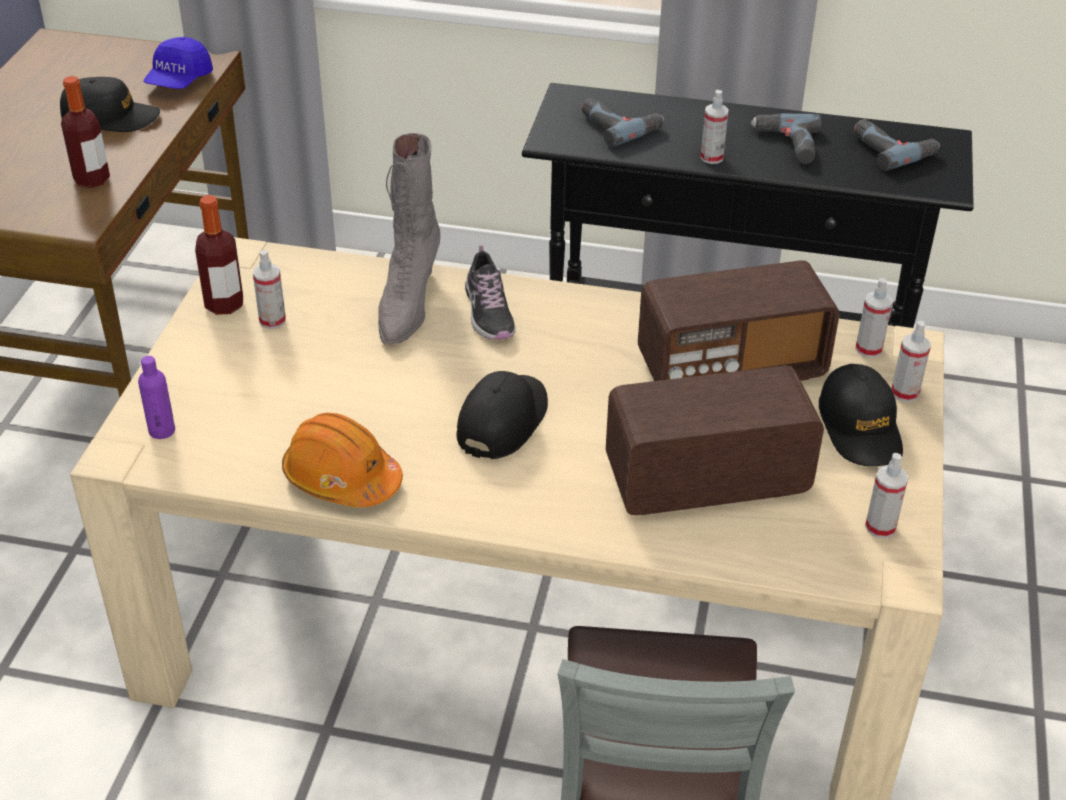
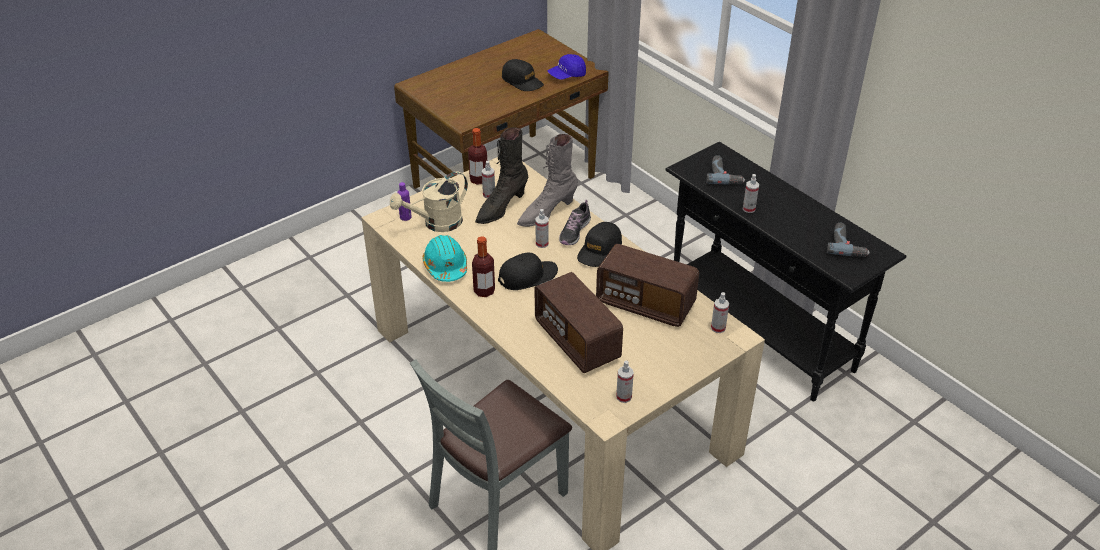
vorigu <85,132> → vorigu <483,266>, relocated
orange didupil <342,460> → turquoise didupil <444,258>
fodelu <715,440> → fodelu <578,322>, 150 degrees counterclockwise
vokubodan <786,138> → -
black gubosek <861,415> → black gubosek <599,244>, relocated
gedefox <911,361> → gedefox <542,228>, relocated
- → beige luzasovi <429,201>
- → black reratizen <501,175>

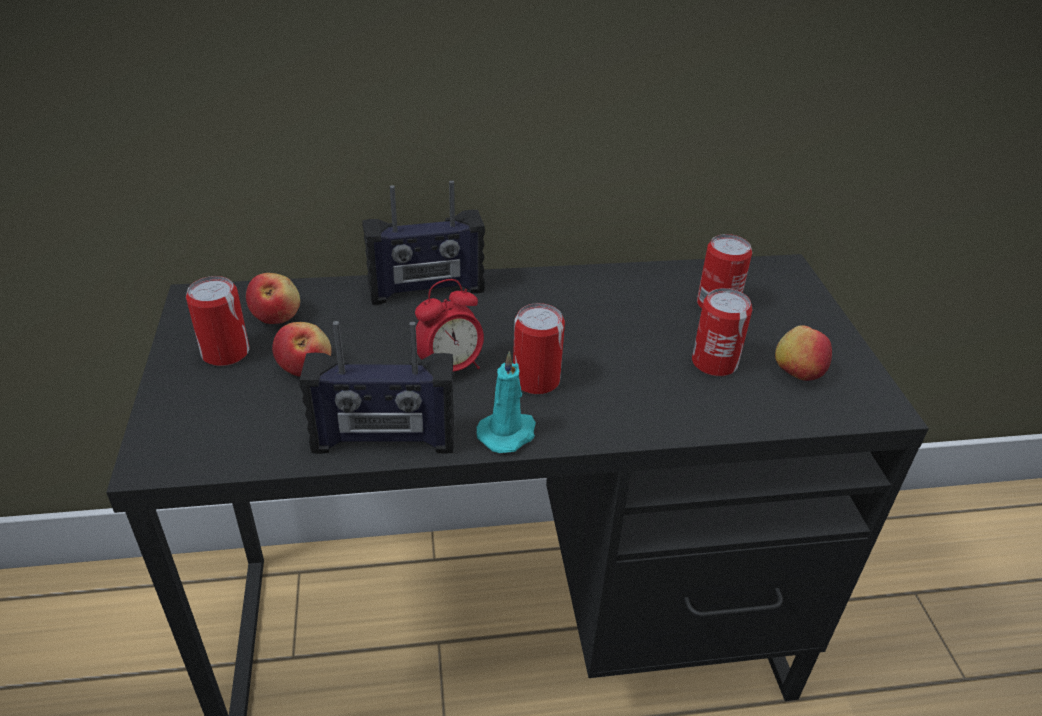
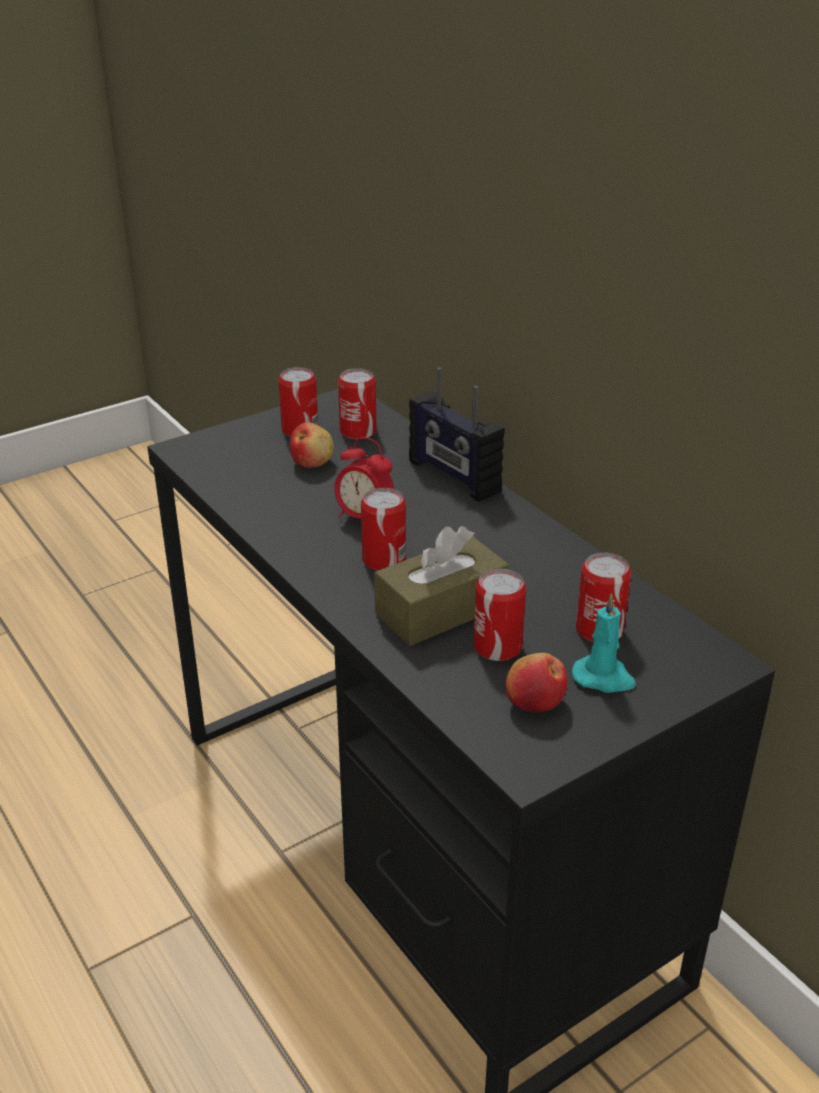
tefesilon <273,298> → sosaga <357,403>
fodelu <377,387> → -
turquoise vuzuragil <506,402> → turquoise vuzuragil <604,643>, relocated
- → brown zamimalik <441,586>

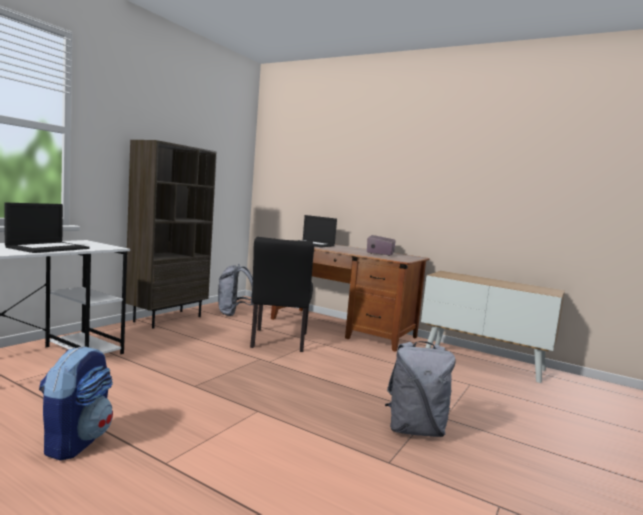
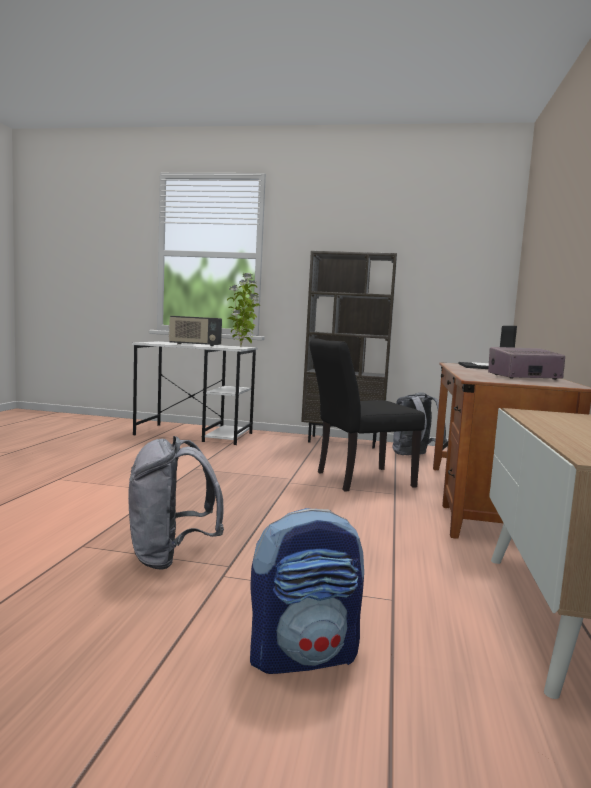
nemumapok <47,228> → fodelu <195,331>
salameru <76,403> → salameru <307,591>, relocated
- → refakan <244,309>

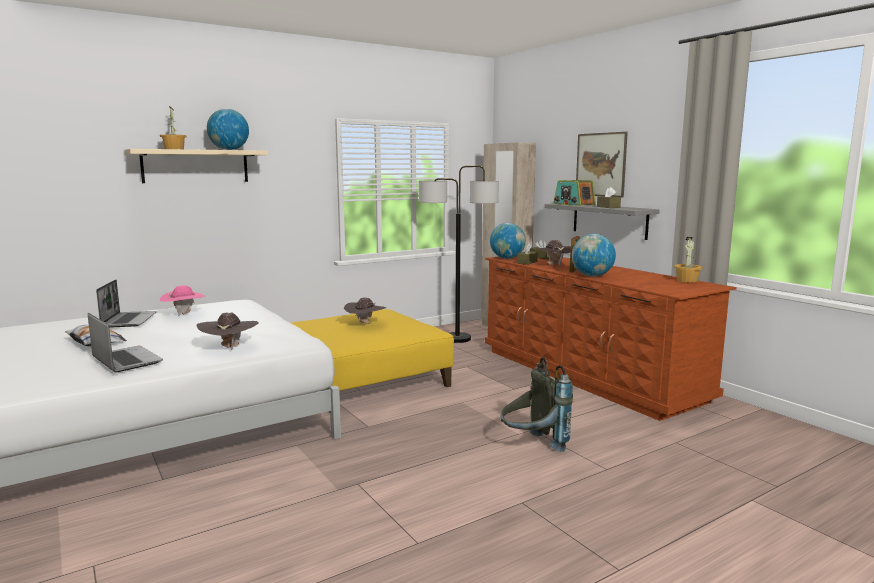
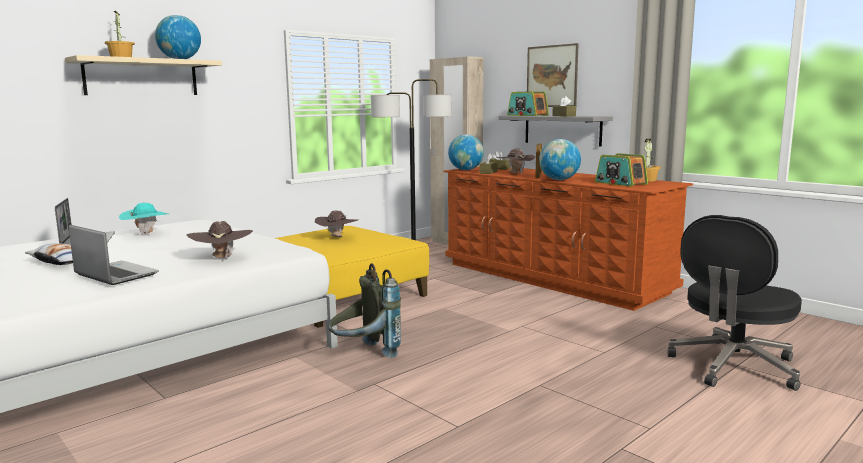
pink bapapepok <183,300> → turquoise bapapepok <143,219>
grey salameru <536,404> → grey salameru <364,310>, relocated
- → fodelu <621,170>
- → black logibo <734,303>

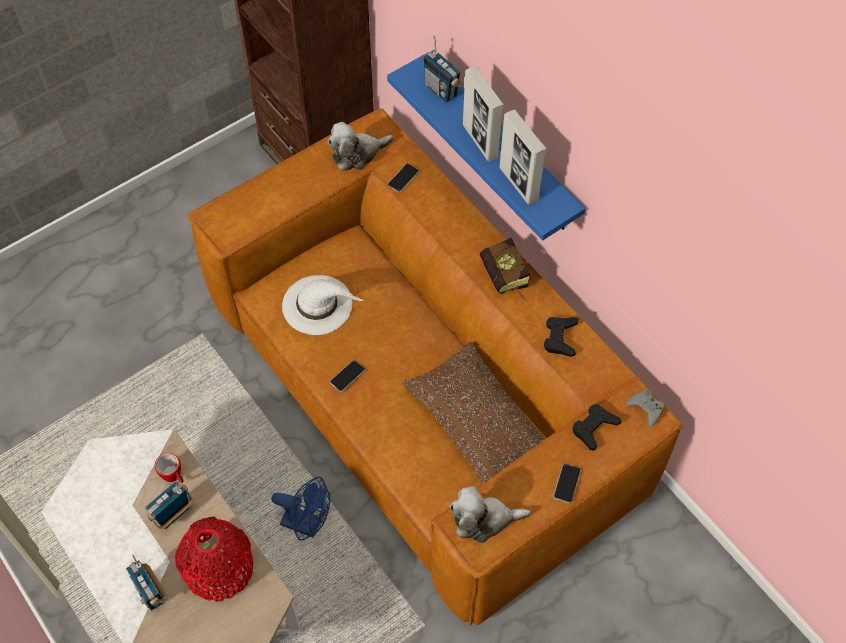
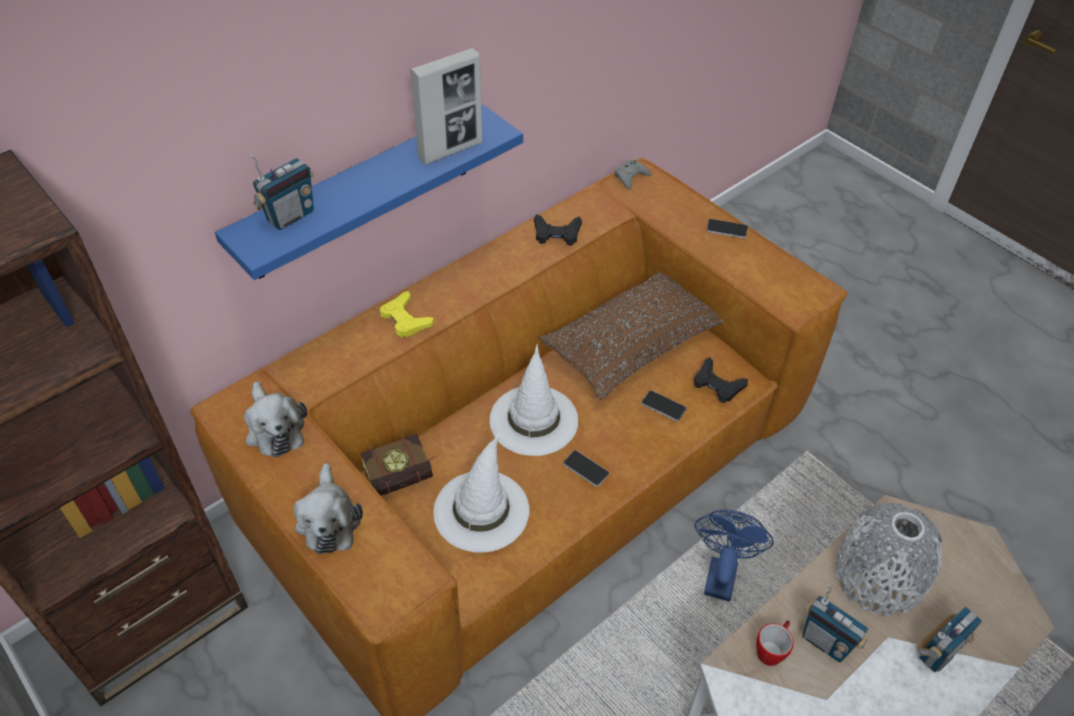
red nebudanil <214,559> → grey nebudanil <889,559>
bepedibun <403,178> → bepedibun <664,405>, relocated
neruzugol <490,514> → neruzugol <328,508>, relocated
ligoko <483,114> → -
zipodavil <505,270> → zipodavil <399,464>, relocated
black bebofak <597,427> → black bebofak <721,380>, relocated
- → yellow bebofak <407,314>
- → white bapapepok <534,400>

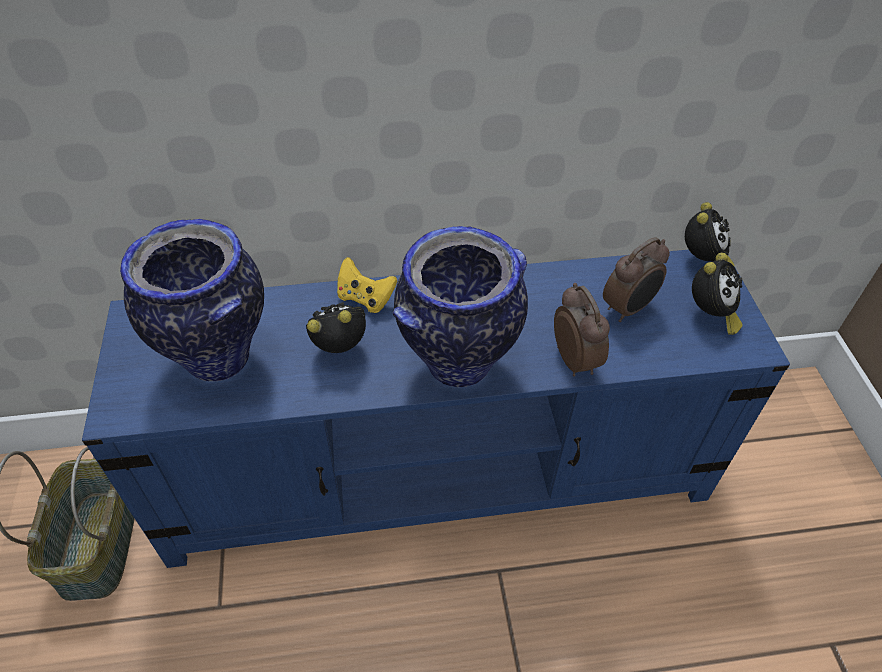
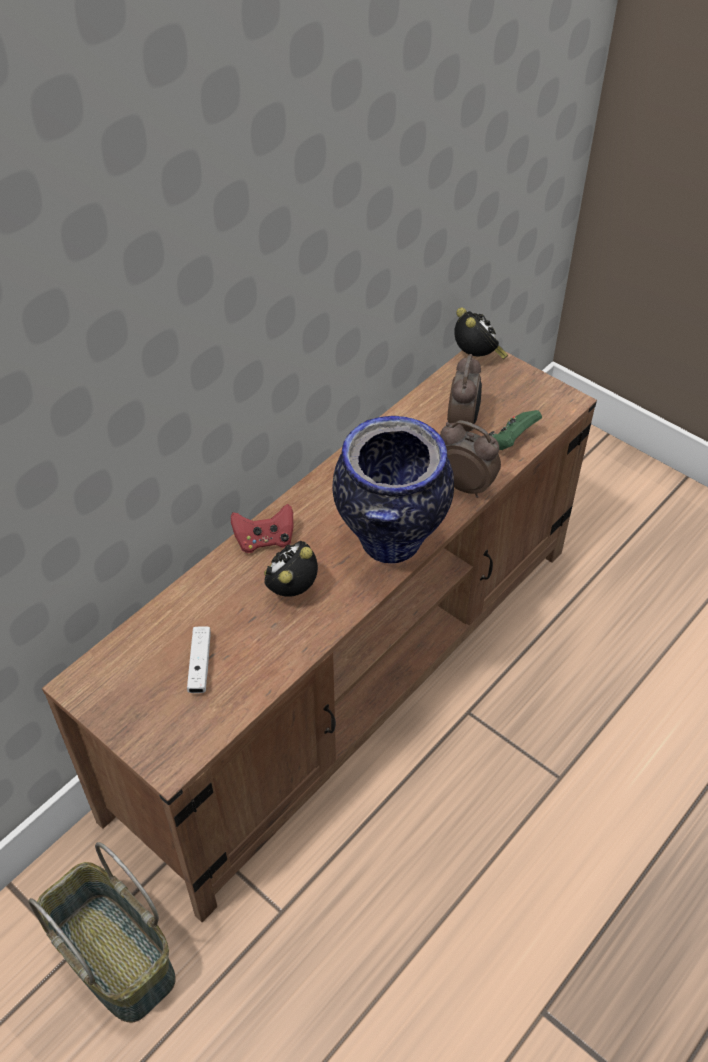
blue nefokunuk <436,409> → brown nefokunuk <319,636>
nebudanil <192,300> → white bebofak <199,660>
yellow bebofak <367,285> → red bebofak <262,528>
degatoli <717,294> → -
- → green bebofak <515,430>

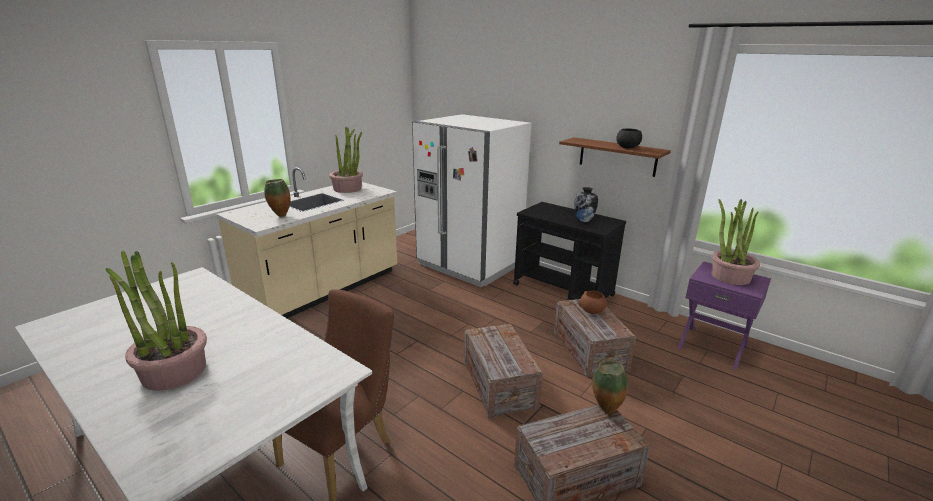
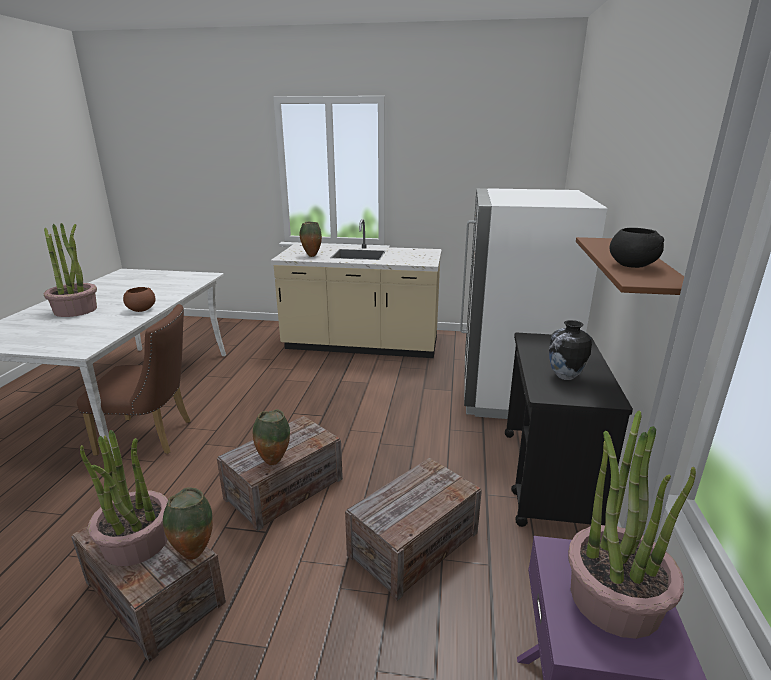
refakan <346,160> → refakan <124,498>, relocated
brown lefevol <593,302> → brown lefevol <139,299>, relocated
- → nebudanil <271,437>

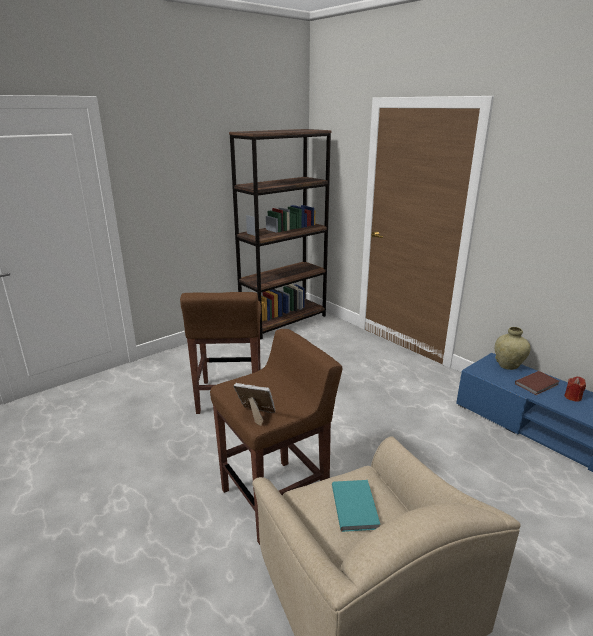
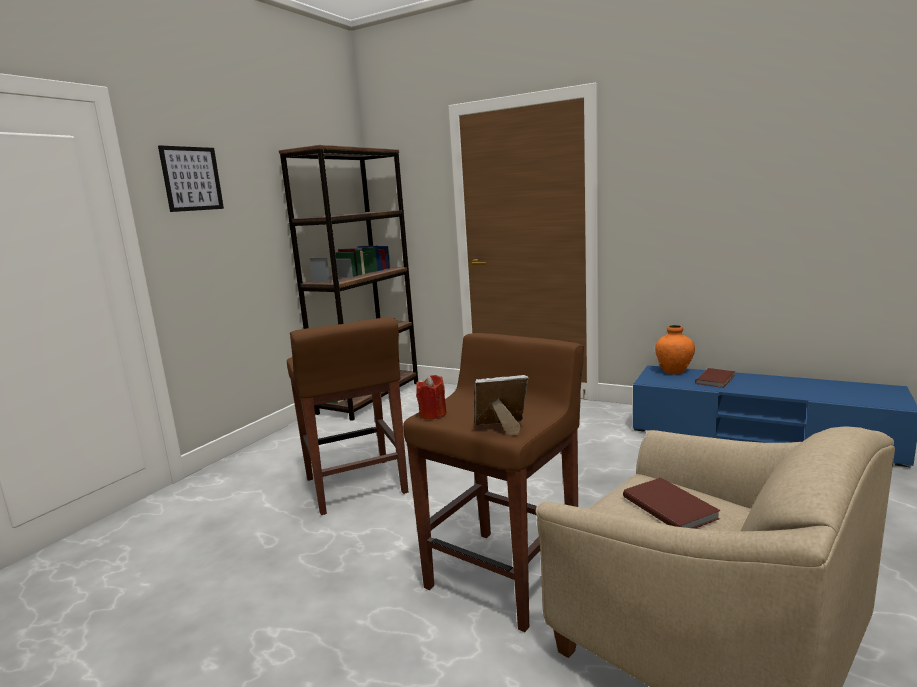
turquoise zipodavil <356,506> → brown zipodavil <672,503>
beige nebudanil <513,348> → orange nebudanil <675,349>
red vuzuragil <575,389> → red vuzuragil <431,397>, relocated
- → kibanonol <191,178>

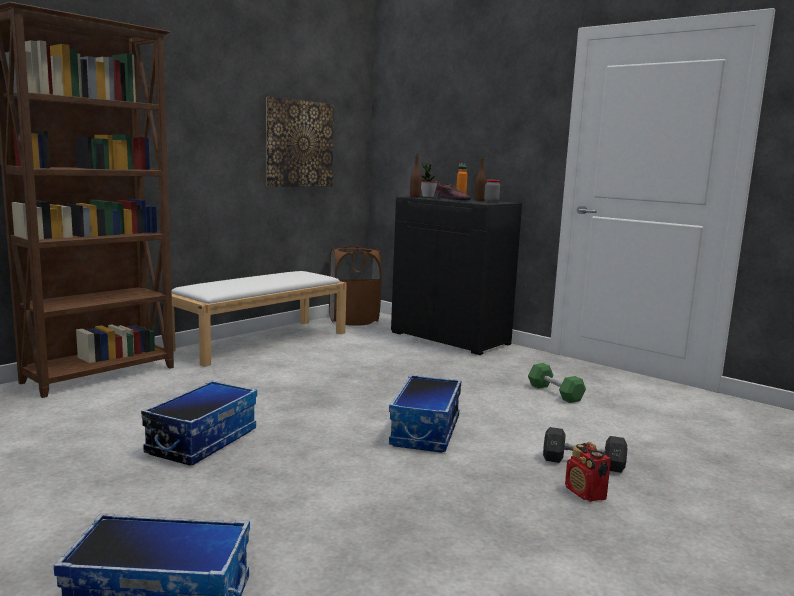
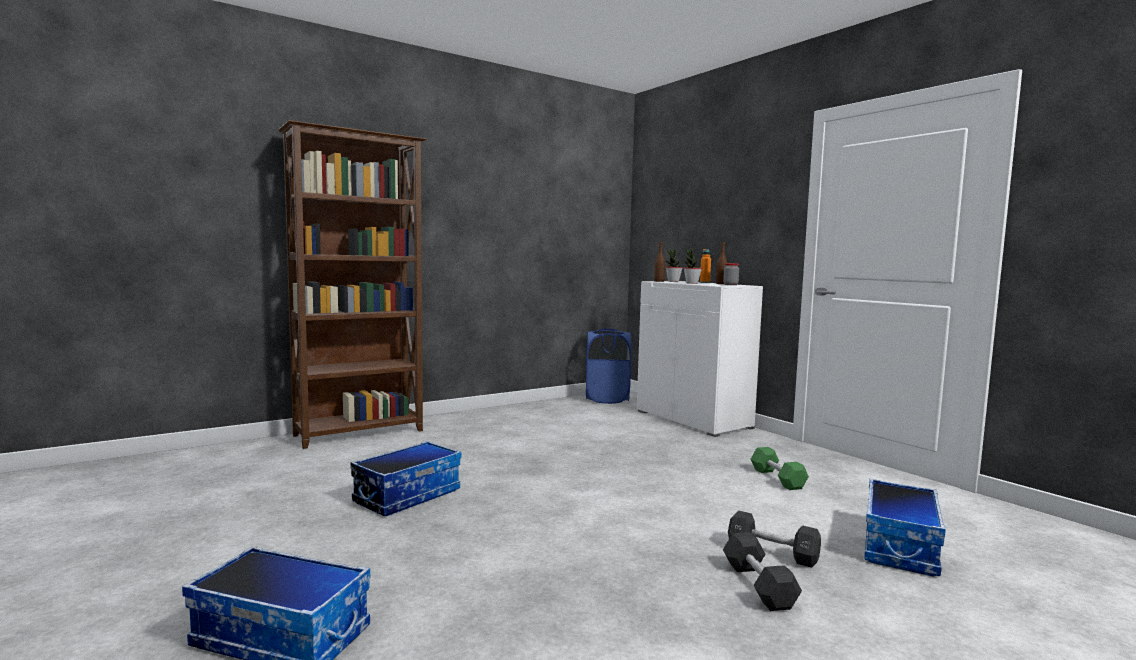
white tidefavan <259,319> → -
kibanonol <300,142> → -
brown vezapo <355,286> → blue vezapo <608,366>
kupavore <425,414> → kupavore <905,528>, relocated
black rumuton <456,275> → white rumuton <700,359>
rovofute <452,191> → refakan <693,266>
fodelu <588,472> → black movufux <762,571>

